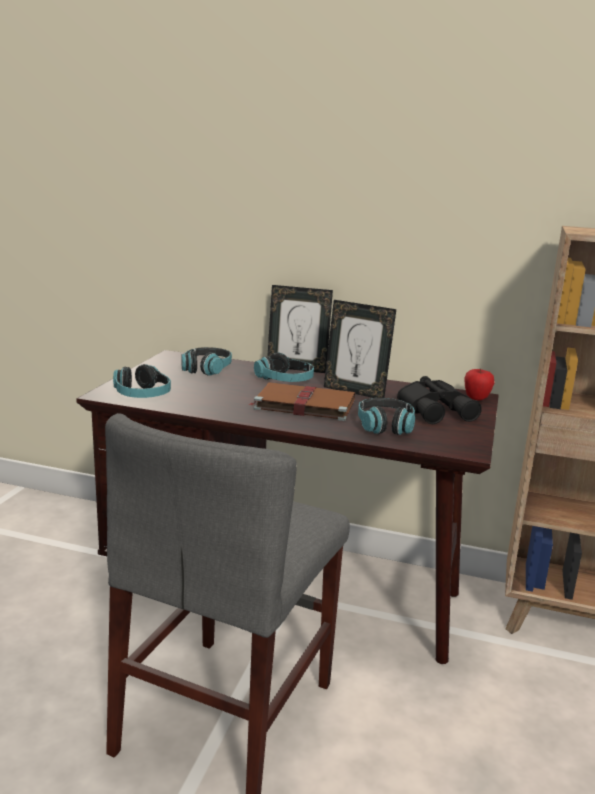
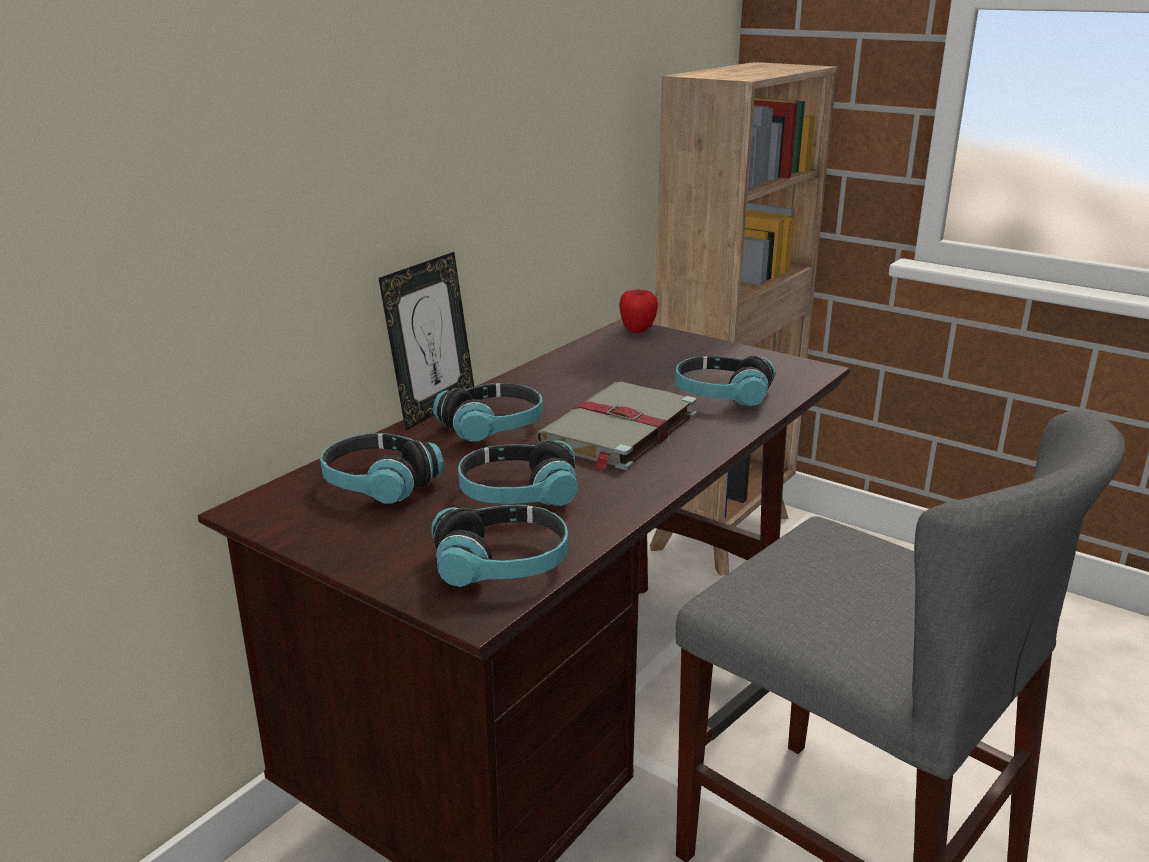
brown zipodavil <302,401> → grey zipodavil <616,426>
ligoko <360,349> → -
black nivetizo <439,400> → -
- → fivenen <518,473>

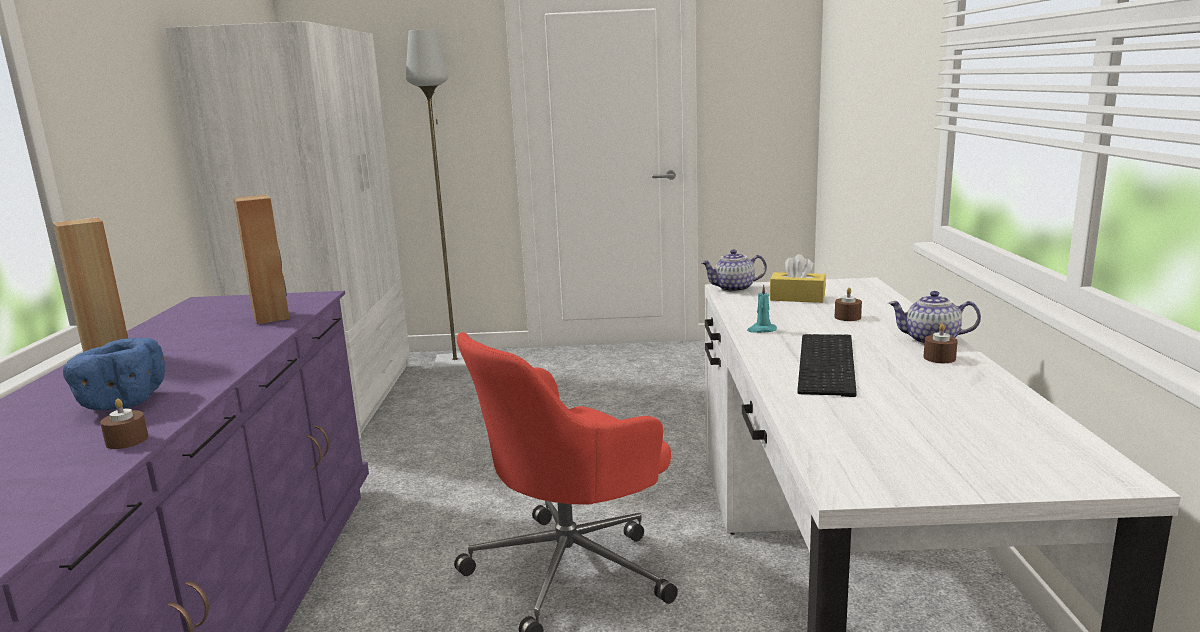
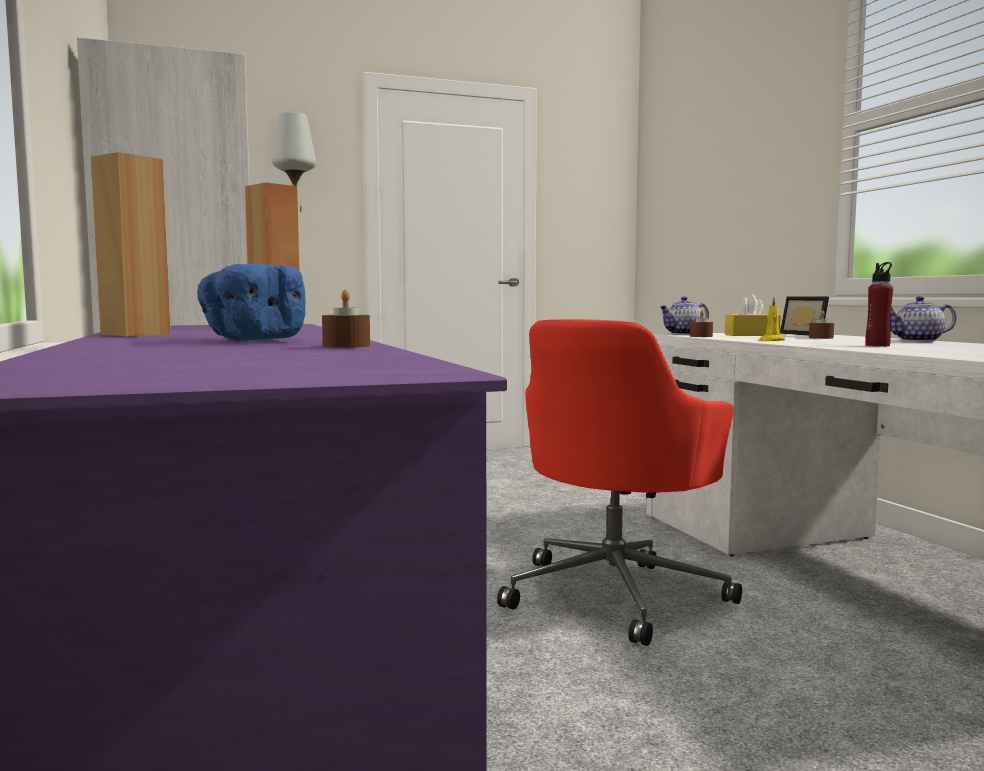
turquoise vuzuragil <762,308> → yellow vuzuragil <772,319>
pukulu <827,365> → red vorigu <879,304>
brown vuzuragil <940,343> → brown vuzuragil <701,323>, relocated
- → ligoko <804,315>

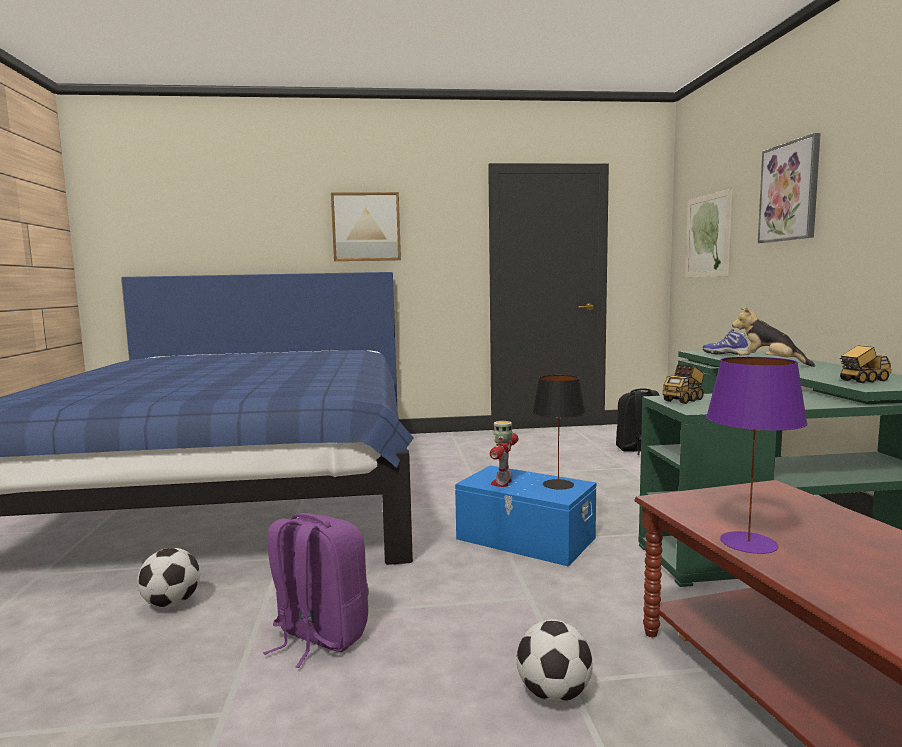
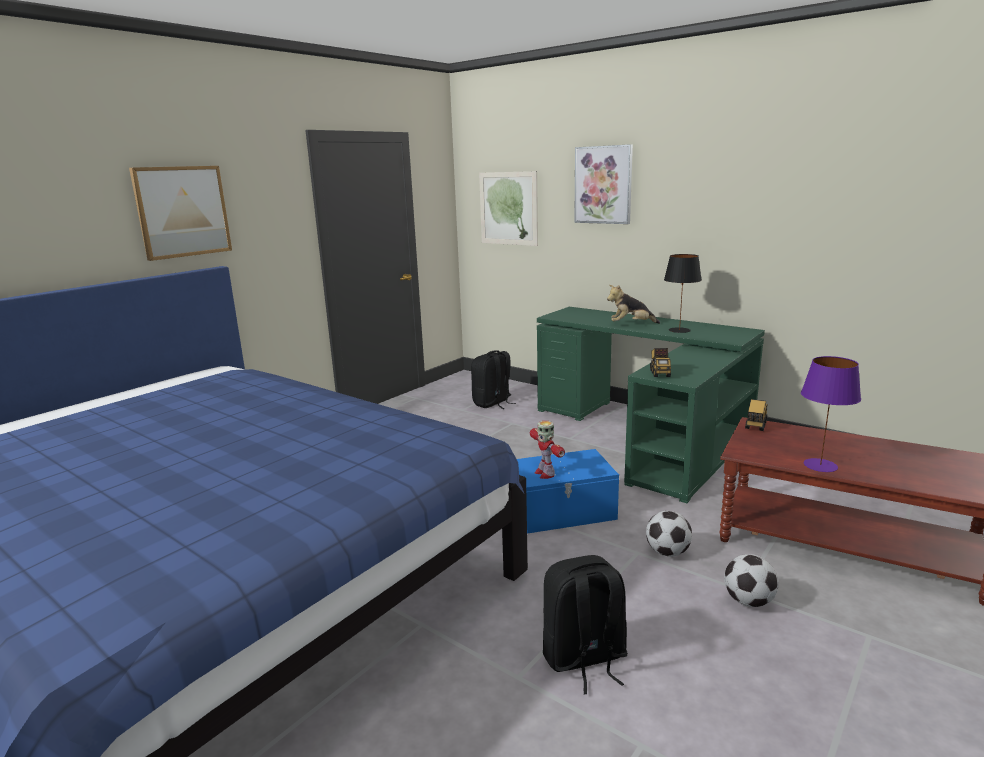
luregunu <168,578> → luregunu <669,534>, relocated
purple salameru <316,590> → black salameru <585,624>
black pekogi <559,432> → black pekogi <683,293>, relocated
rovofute <726,342> → -
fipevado <865,364> → fipevado <756,415>, relocated

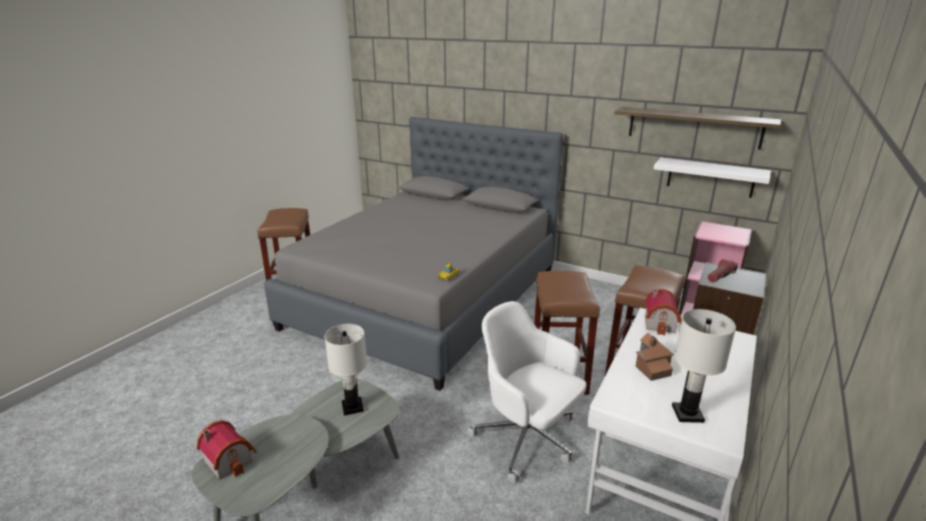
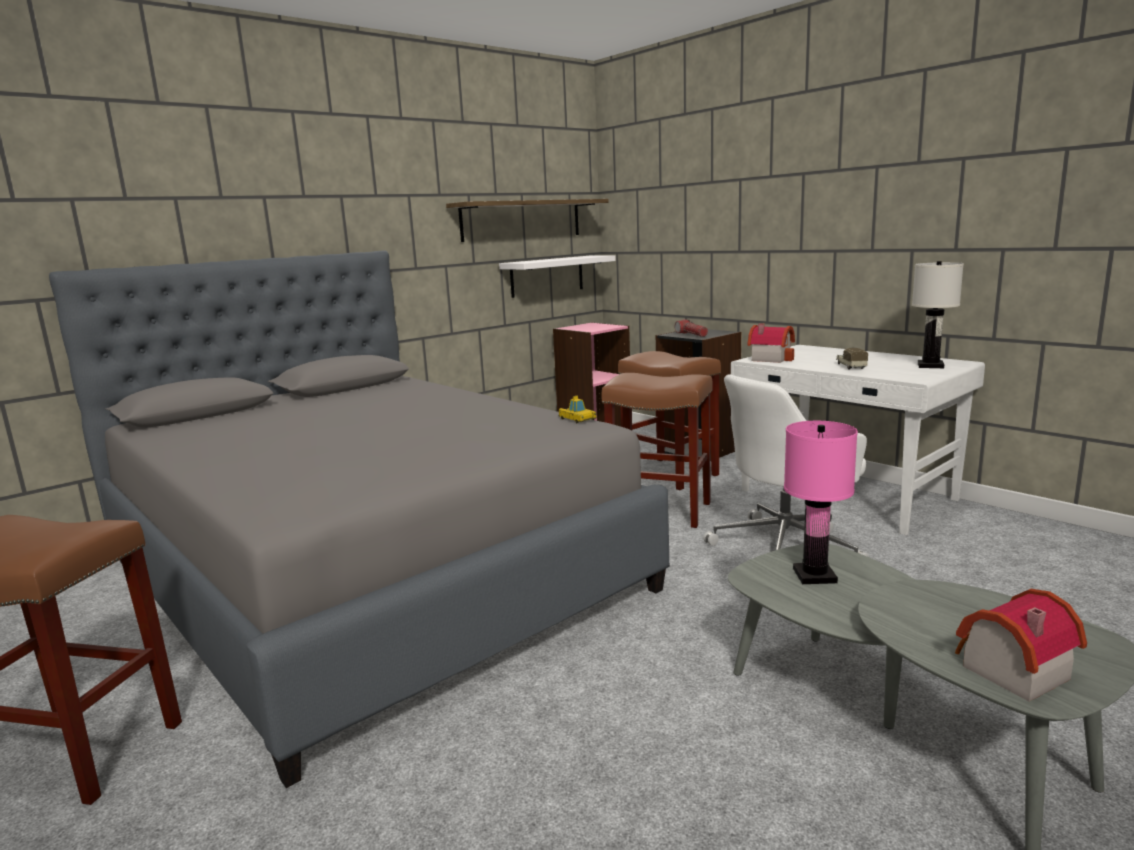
white pekogi <346,370> → pink pekogi <821,502>
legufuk <655,357> → fipevado <852,358>

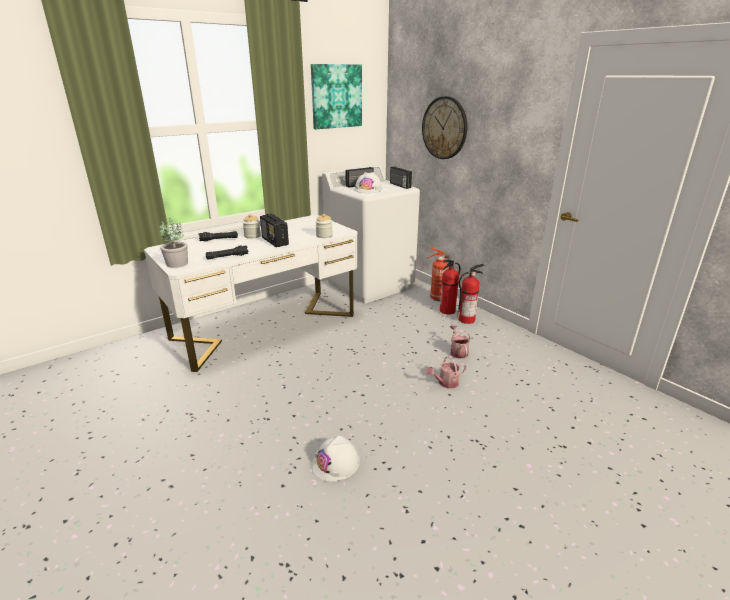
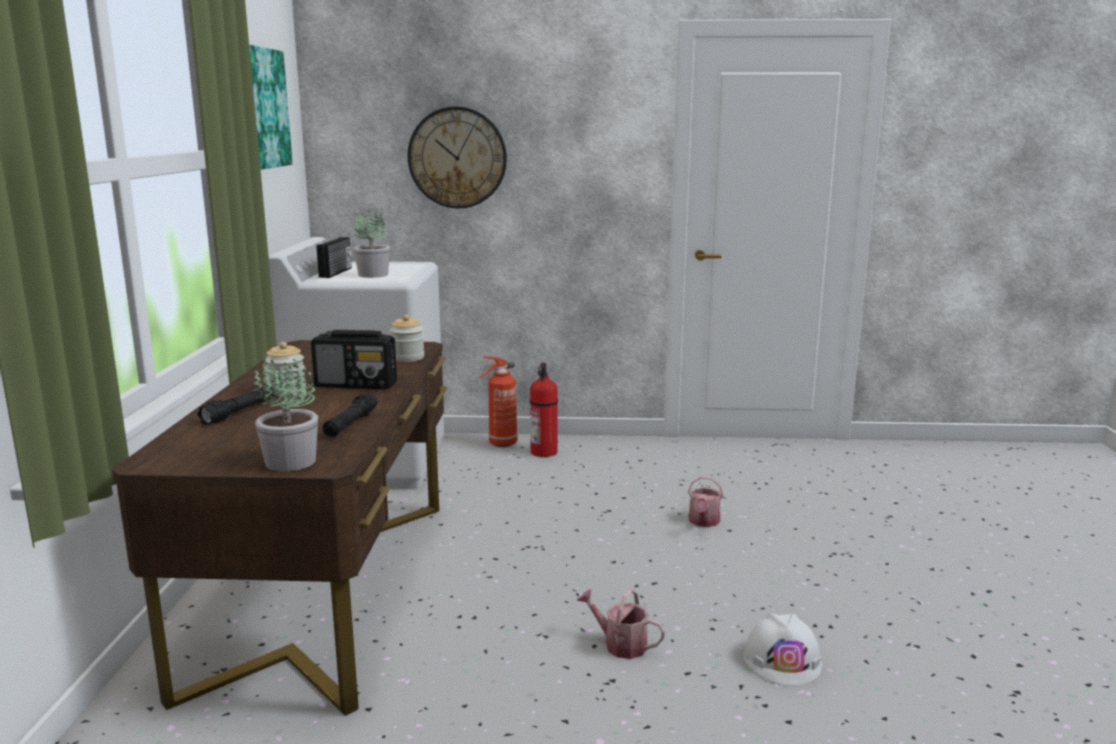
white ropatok <250,293> → brown ropatok <279,528>
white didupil <368,182> → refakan <371,244>
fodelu <401,178> → -
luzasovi <460,342> → luzasovi <621,624>, relocated
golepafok <471,294> → -

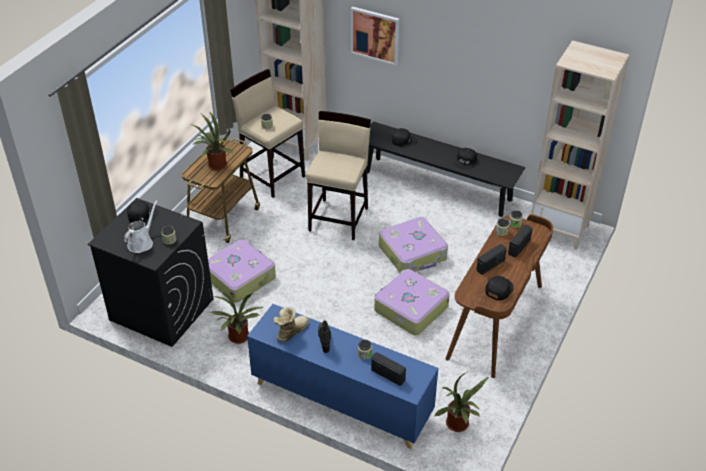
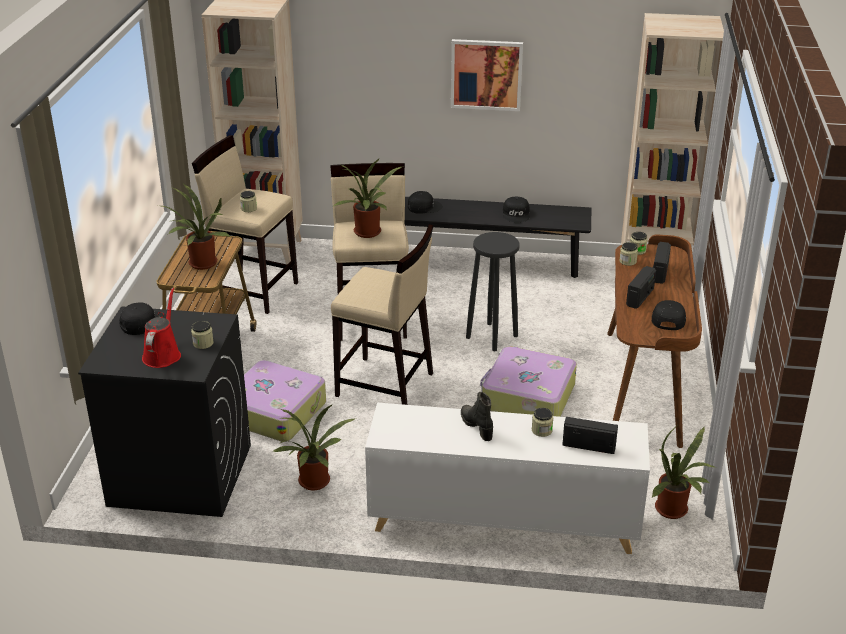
white luzasovi <140,226> → red luzasovi <161,328>
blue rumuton <343,376> → white rumuton <507,478>
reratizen <291,324> → -
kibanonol <375,36> → kibanonol <487,75>, relocated
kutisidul <413,244> → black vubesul <493,291>
- → beige vubesul <382,314>
- → refakan <367,198>

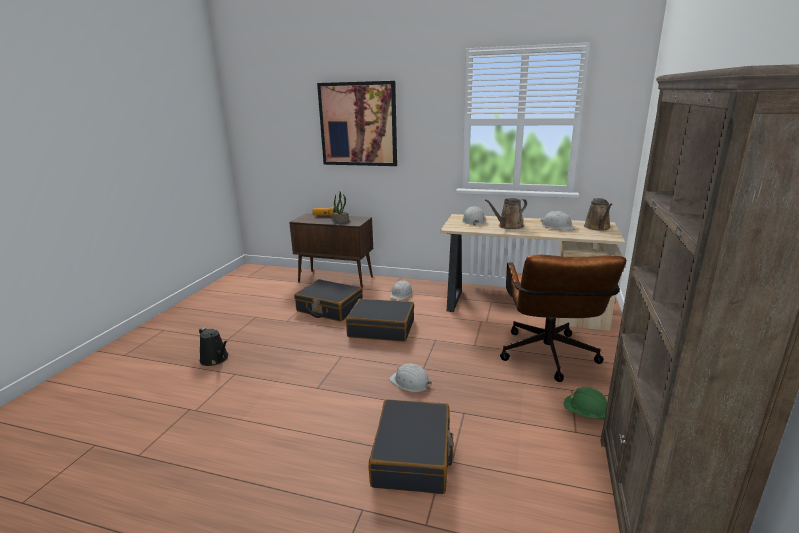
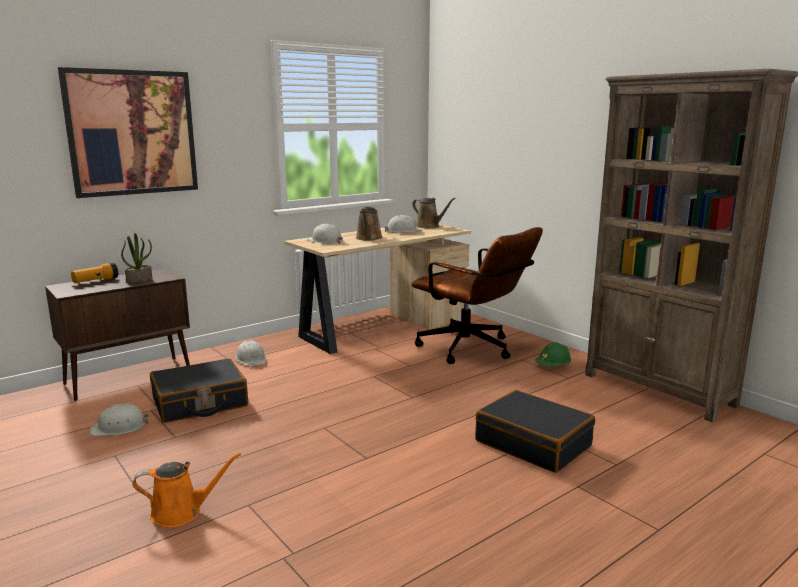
black luzasovi <213,346> → orange luzasovi <187,490>
black kutisidul <380,320> → -
white didupil <410,377> → white didupil <119,419>, relocated

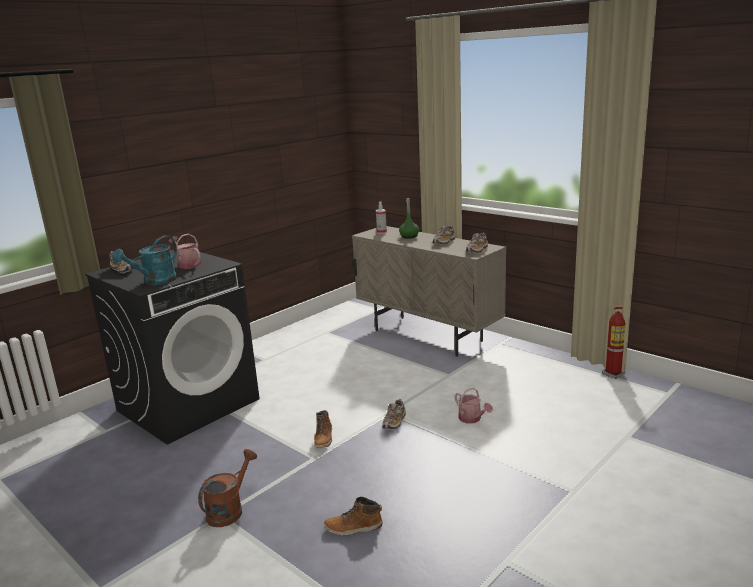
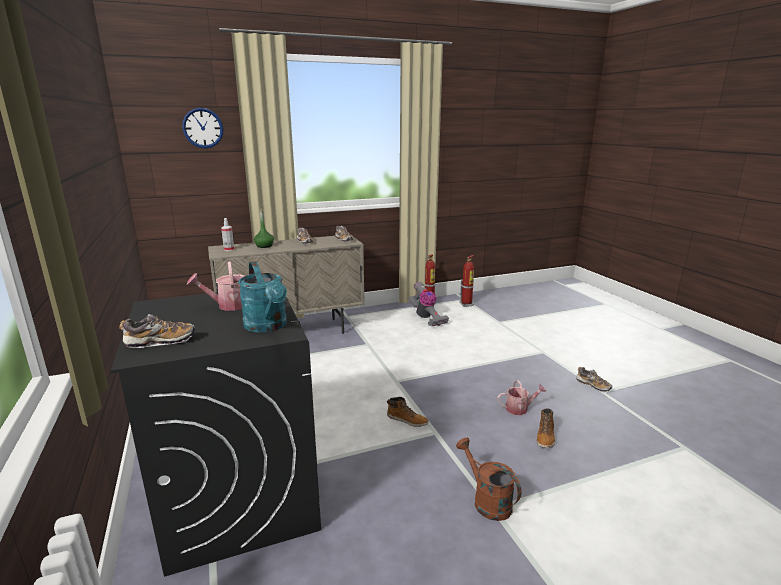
rovofute <394,414> → rovofute <594,379>, relocated
luzasovi <474,406> → luzasovi <522,397>, relocated
- → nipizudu <202,128>
- → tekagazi <428,304>
- → golepafok <467,281>

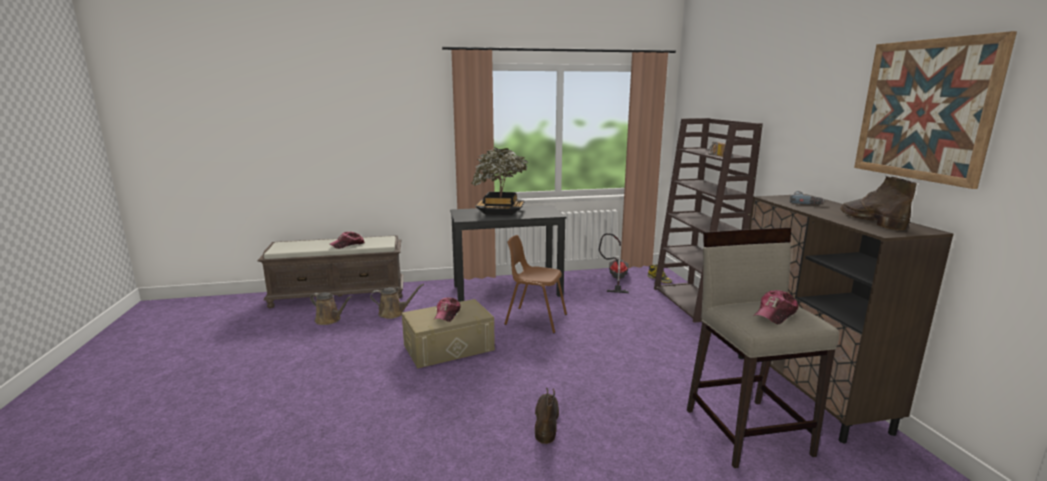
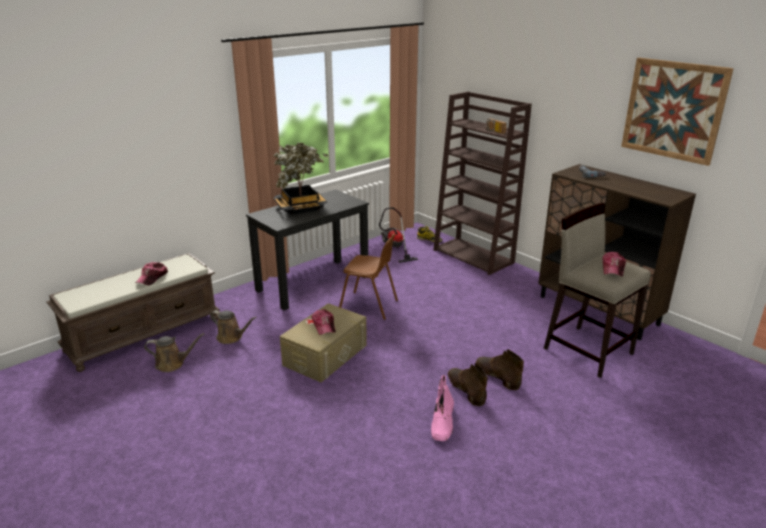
brown luzasovi <397,301> → brown luzasovi <233,327>, 60 degrees clockwise
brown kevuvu <535,284> → brown kevuvu <368,277>, 150 degrees counterclockwise
brown reratizen <878,203> → brown reratizen <500,370>, relocated
- → pink reratizen <442,408>

